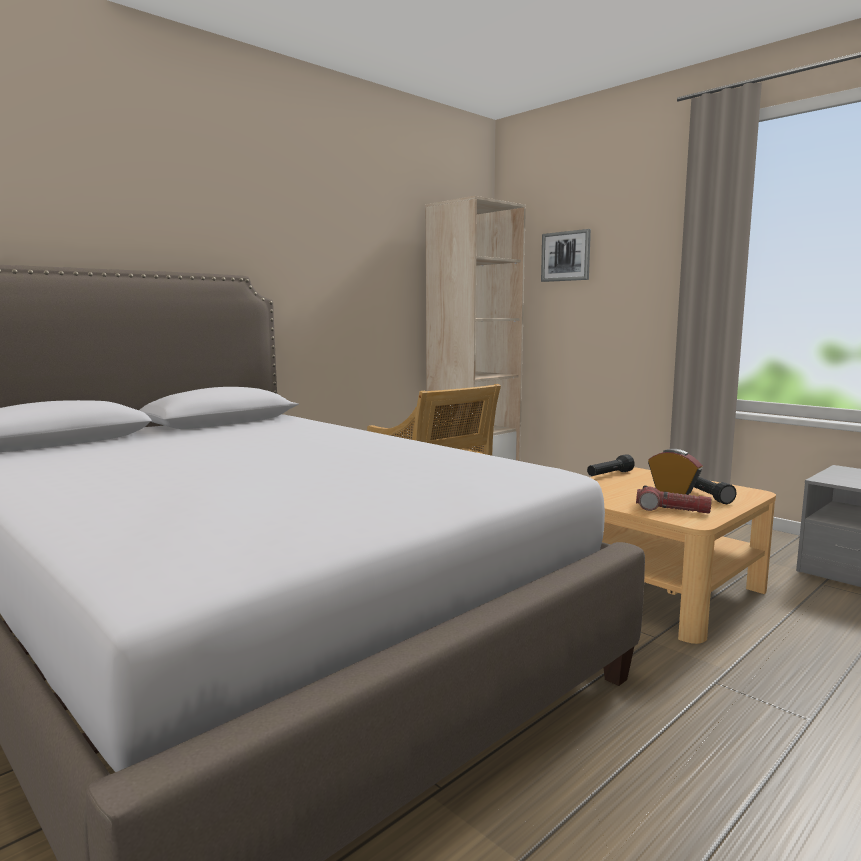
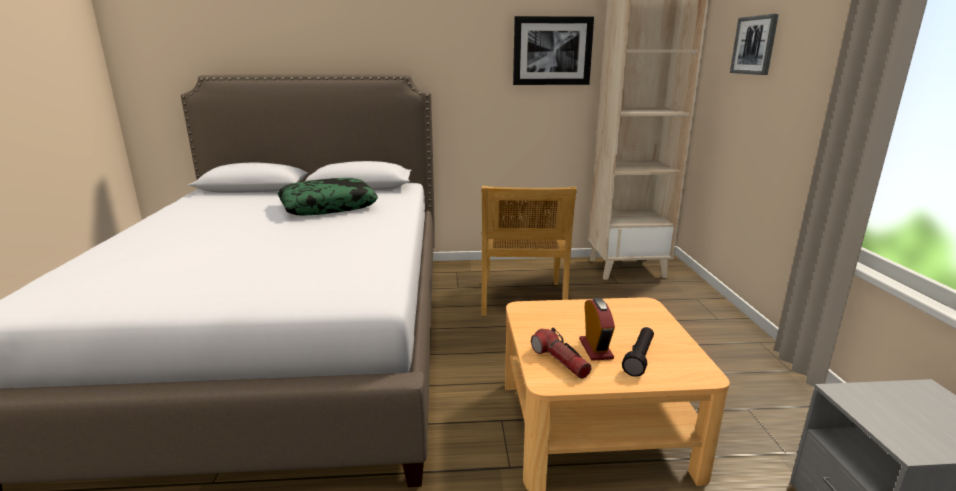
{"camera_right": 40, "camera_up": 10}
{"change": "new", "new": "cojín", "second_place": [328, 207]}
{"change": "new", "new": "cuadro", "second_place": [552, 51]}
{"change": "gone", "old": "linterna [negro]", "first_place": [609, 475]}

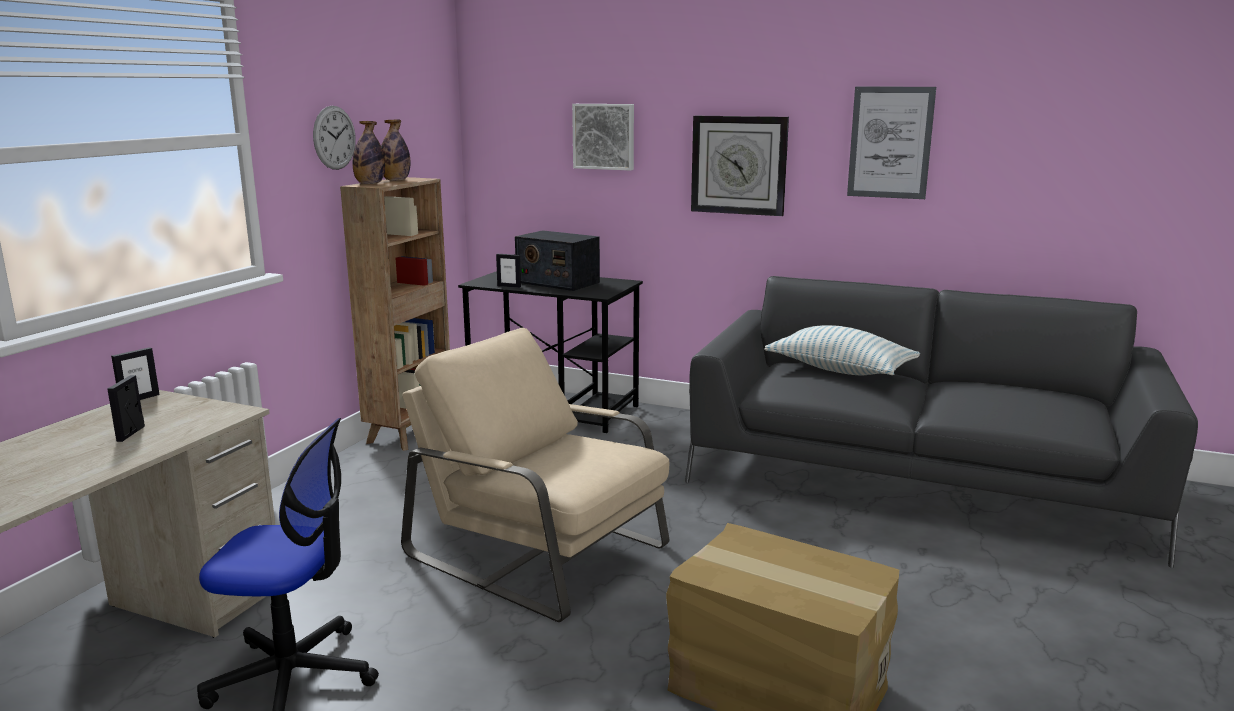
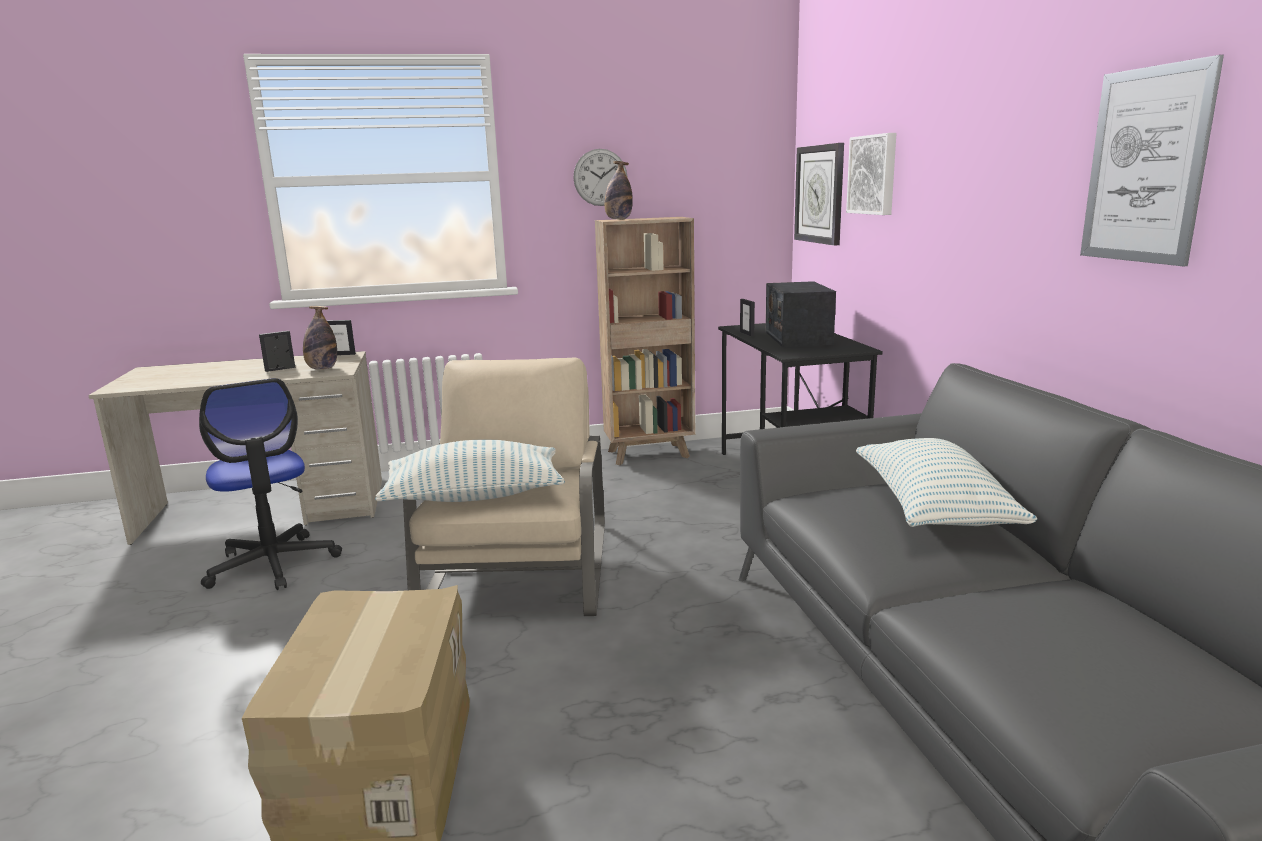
{"camera_right": 55, "camera_up": 0}
{"change": "shifted", "old": "botella", "first_place": [396, 180], "second_place": [322, 369]}
{"change": "new", "new": "cojín", "second_place": [475, 496]}
{"change": "shifted", "old": "reloj de pared", "first_place": [739, 165], "second_place": [820, 194]}

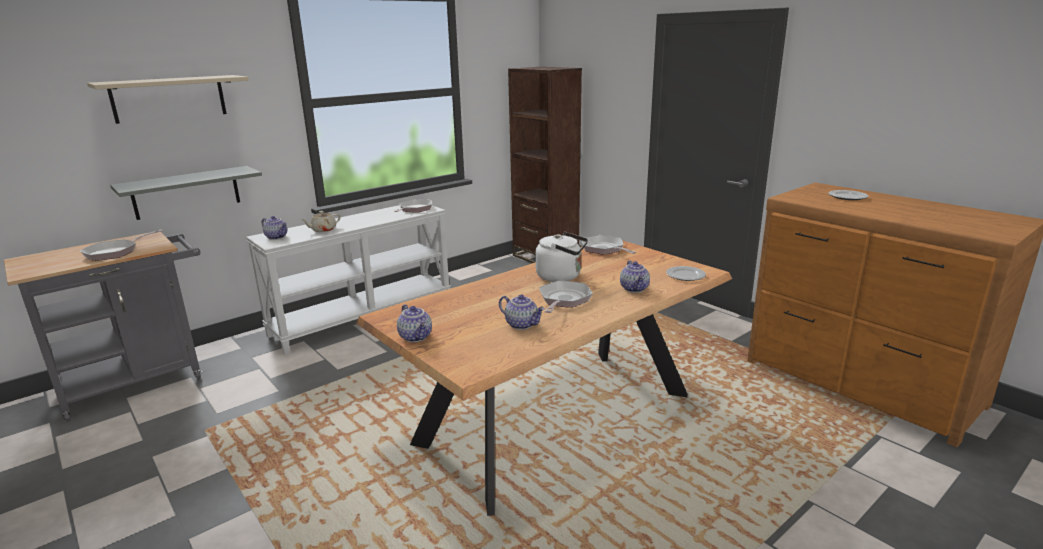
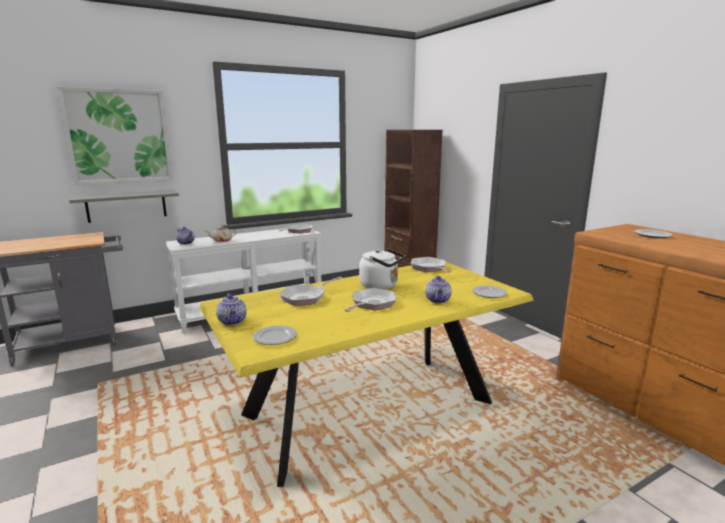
{"camera_right": 10, "camera_up": -5}
{"change": "swapped", "old": "estante [beis]", "new": "cuadro", "first_place": [169, 98], "second_place": [119, 136]}
{"change": "repainted", "old": "mesa de comedor [marrón]", "new": "mesa de comedor [amarillo]", "first_place": [557, 419], "second_place": [369, 409]}
{"change": "new", "new": "plato", "second_place": [275, 337]}
{"change": "shifted", "old": "sartén", "first_place": [115, 252], "second_place": [306, 297]}
{"change": "gone", "old": "tetera", "first_place": [522, 324]}

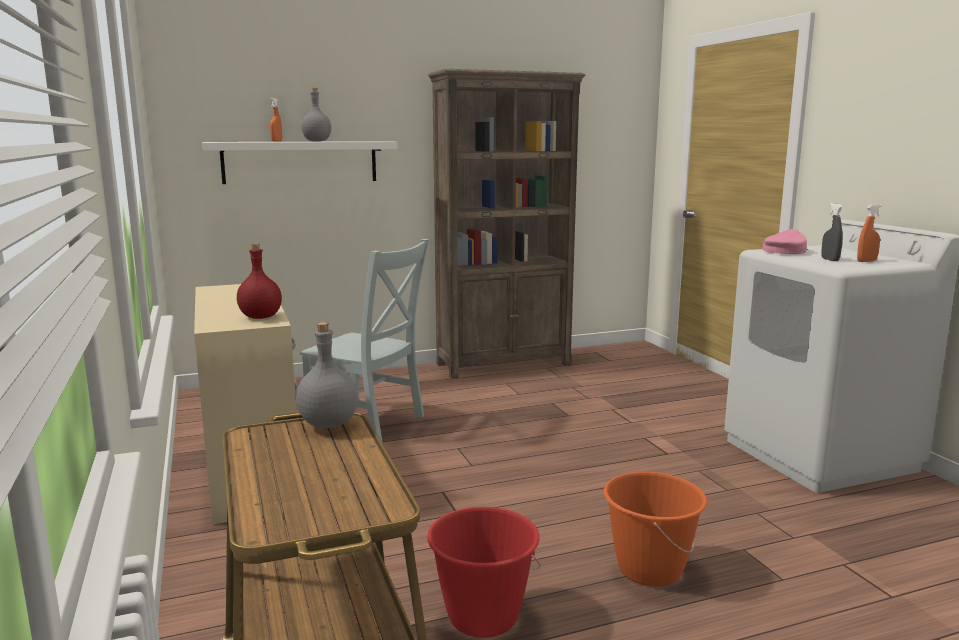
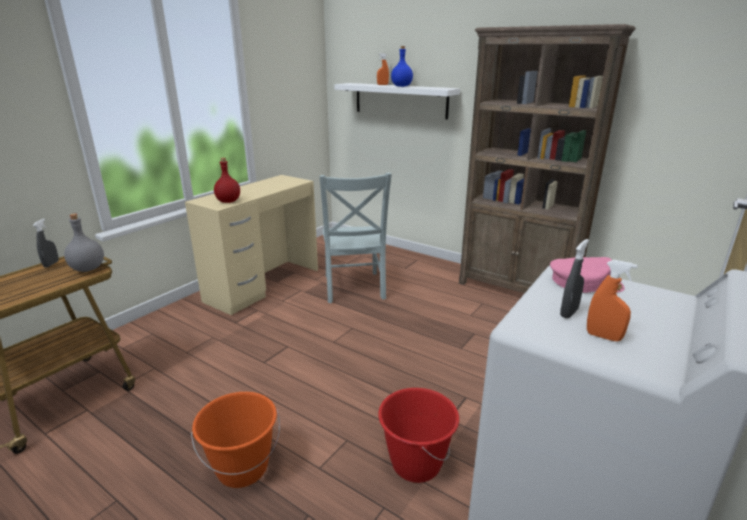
{"camera_right": 55, "camera_up": 10}
{"change": "new", "new": "pulverizador [gris]", "second_place": [51, 264]}
{"change": "shifted", "old": "cubo [rojo]", "first_place": [482, 616], "second_place": [415, 463]}
{"change": "repainted", "old": "botella [gris]", "new": "botella [azul]", "first_place": [317, 141], "second_place": [401, 86]}

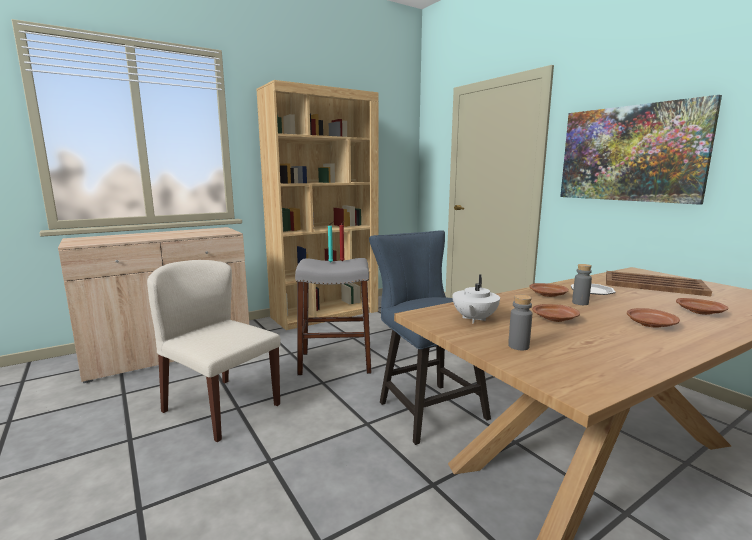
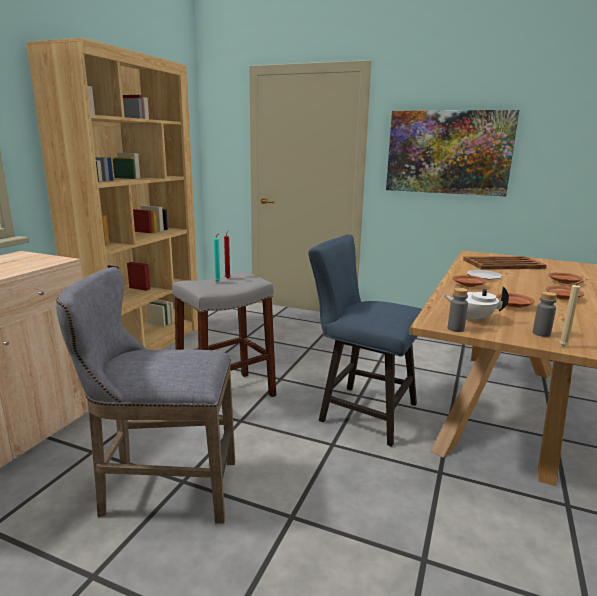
{"camera_right": -35, "camera_up": 5}
{"change": "swapped", "old": "silla [beis]", "new": "taburete [gris]", "first_place": [220, 407], "second_place": [162, 489]}
{"change": "rotated", "old": "tetera [blanco]", "first_place": [474, 319], "second_place": [472, 318], "degrees": 120}
{"change": "shifted", "old": "botella [gris]", "first_place": [580, 303], "second_place": [455, 329]}
{"change": "new", "new": "vela [beis]", "second_place": [564, 347]}

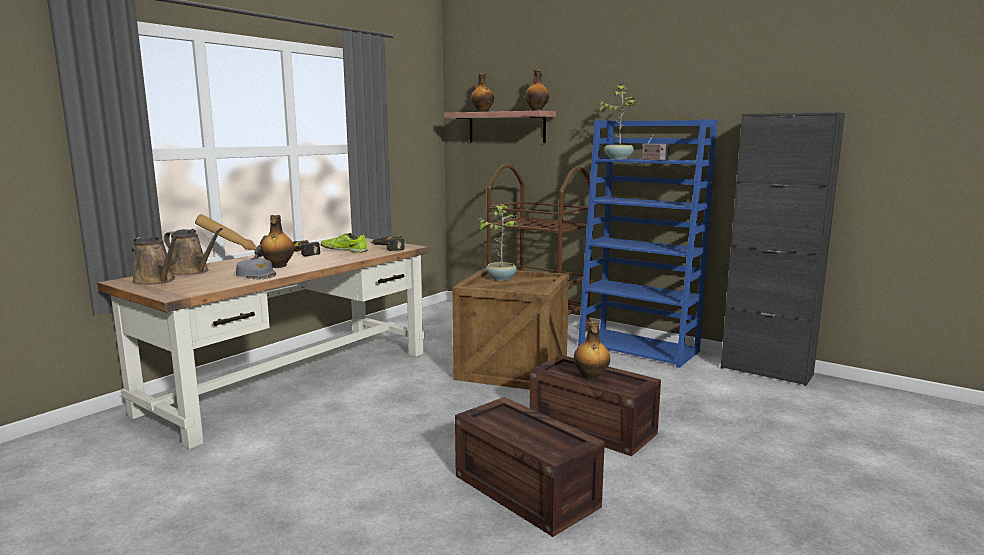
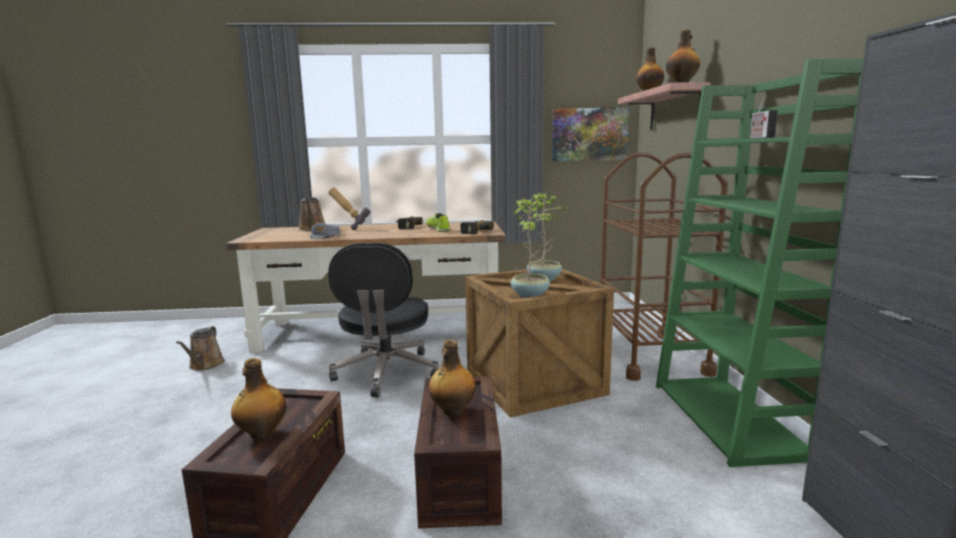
{"camera_right": 50, "camera_up": 0}
{"change": "shifted", "old": "regadera [marrón]", "first_place": [156, 281], "second_place": [205, 365]}
{"change": "shifted", "old": "botella", "first_place": [278, 266], "second_place": [262, 434]}
{"change": "new", "new": "silla de oficina [negro]", "second_place": [386, 373]}
{"change": "shifted", "old": "planta en maceta", "first_place": [618, 159], "second_place": [531, 295]}
{"change": "new", "new": "cuadro", "second_place": [589, 134]}
{"change": "repainted", "old": "estantería [azul]", "new": "estantería [verde]", "first_place": [639, 348], "second_place": [729, 419]}

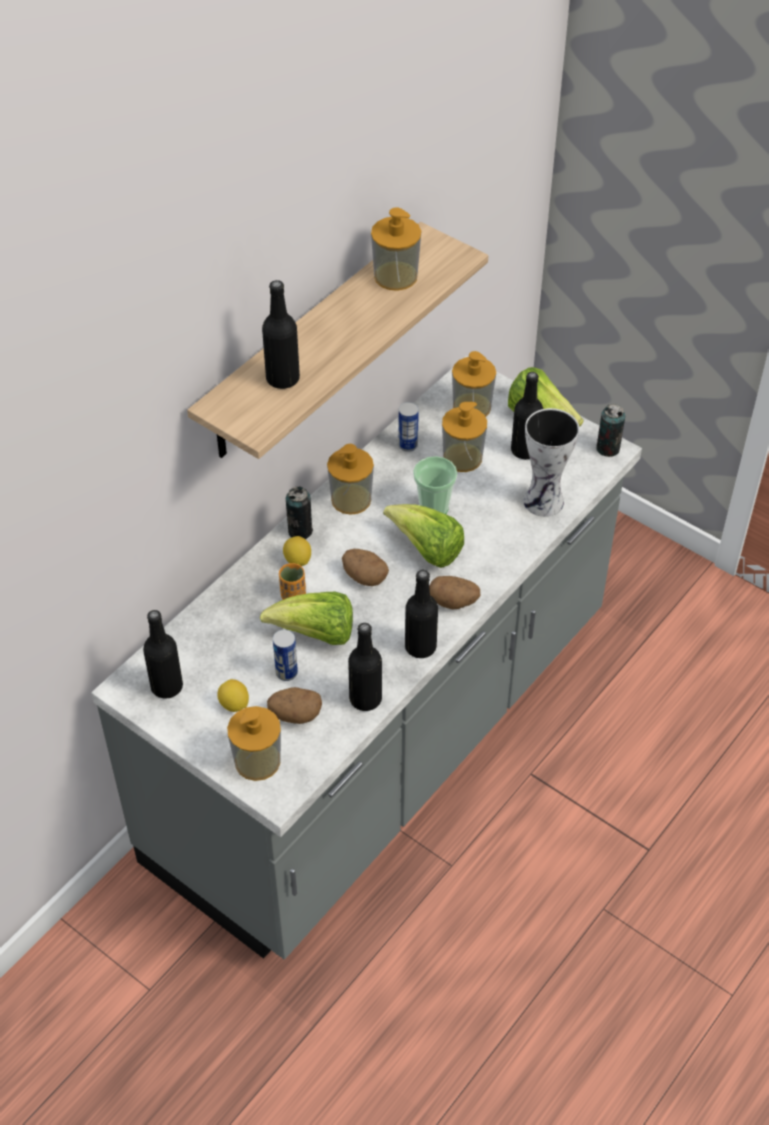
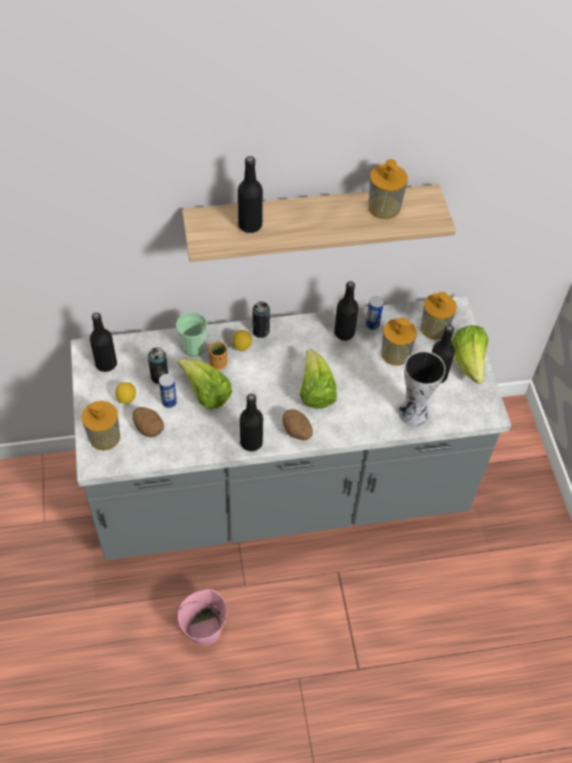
{"camera_right": 40, "camera_up": 5}
{"change": "shifted", "old": "lata", "first_place": [608, 448], "second_place": [159, 377]}
{"change": "shifted", "old": "taza", "first_place": [434, 508], "second_place": [193, 348]}
{"change": "new", "new": "cubo [rosa]", "second_place": [204, 628]}
{"change": "shifted", "old": "botella [negro]", "first_place": [365, 699], "second_place": [344, 333]}
{"change": "gone", "old": "dispensador de jabón", "first_place": [351, 499]}
{"change": "gone", "old": "patata", "first_place": [364, 577]}

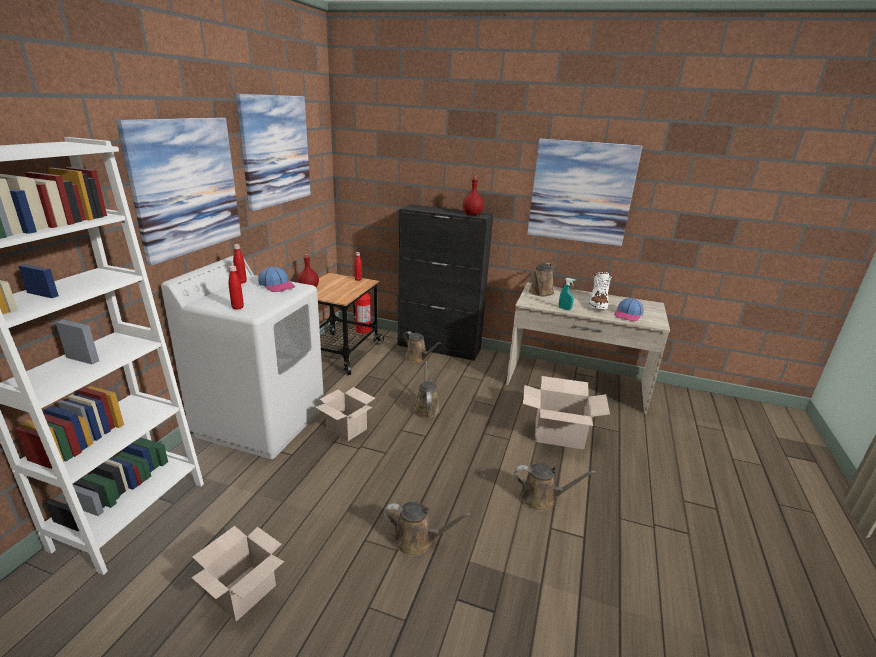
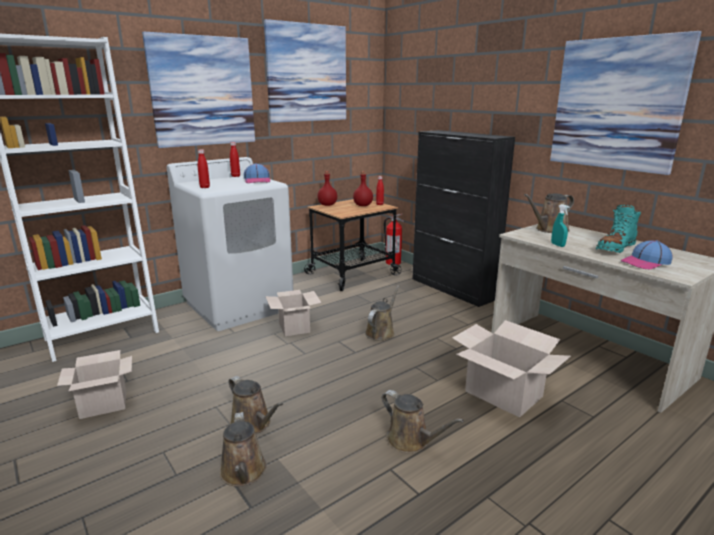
{"camera_right": 35, "camera_up": -5}
{"change": "shifted", "old": "regadera [marrón]", "first_place": [418, 358], "second_place": [243, 473]}
{"change": "shifted", "old": "botella [rojo]", "first_place": [472, 214], "second_place": [362, 205]}
{"change": "repainted", "old": "bota [blanco]", "new": "bota [turquesa]", "first_place": [598, 304], "second_place": [615, 248]}

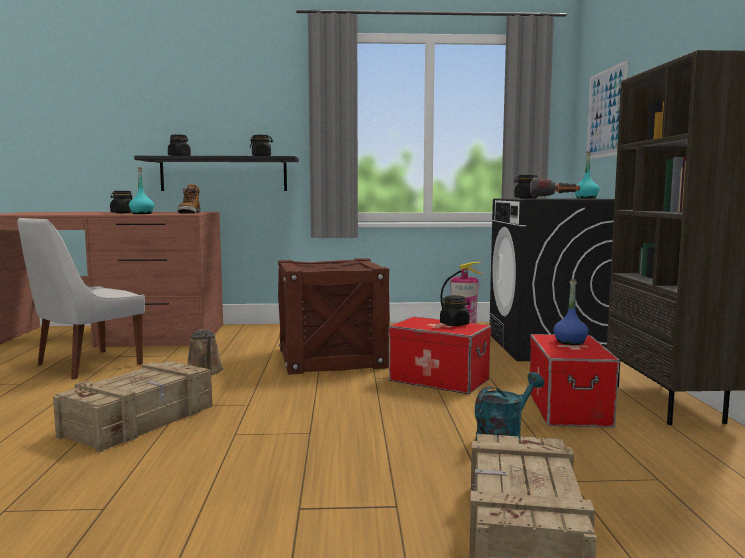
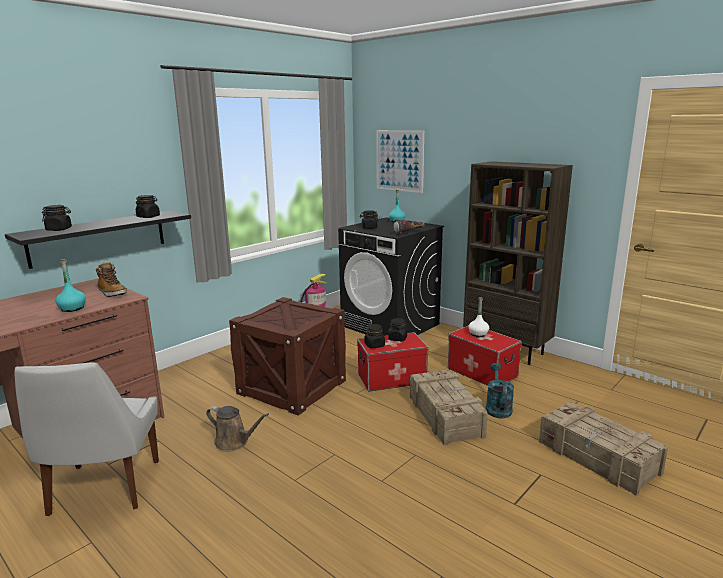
{"camera_right": -45, "camera_up": 10}
{"change": "shifted", "old": "tarro [negro]", "first_place": [122, 213], "second_place": [374, 345]}
{"change": "shifted", "old": "caja de embalaje", "first_place": [141, 421], "second_place": [445, 416]}
{"change": "repainted", "old": "botella [azul]", "new": "botella [blanco]", "first_place": [570, 342], "second_place": [478, 334]}

